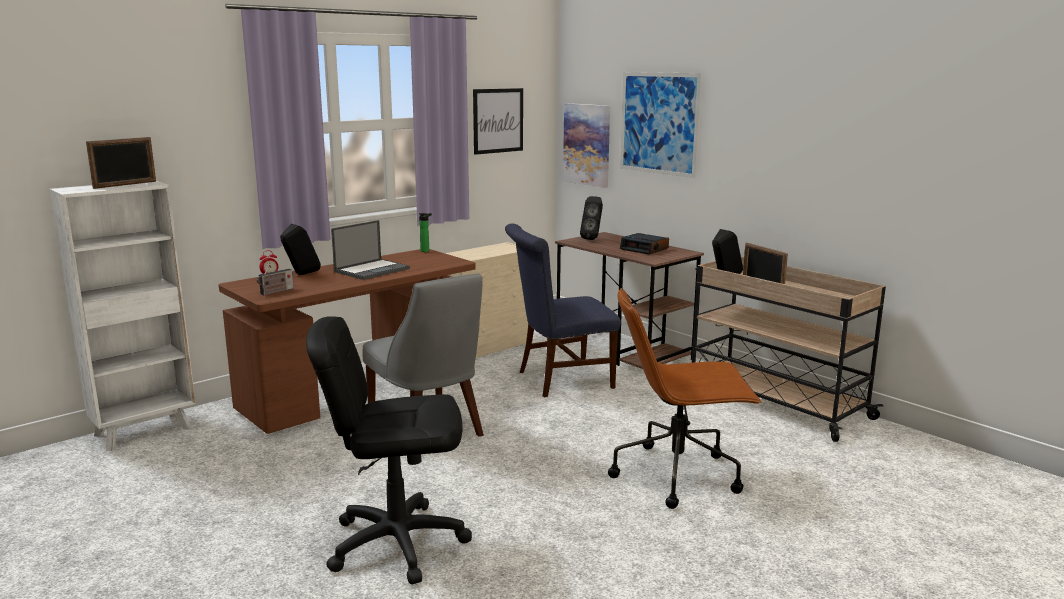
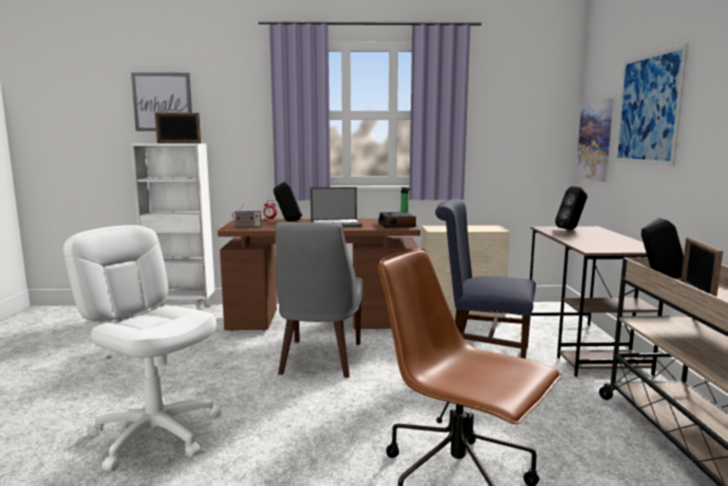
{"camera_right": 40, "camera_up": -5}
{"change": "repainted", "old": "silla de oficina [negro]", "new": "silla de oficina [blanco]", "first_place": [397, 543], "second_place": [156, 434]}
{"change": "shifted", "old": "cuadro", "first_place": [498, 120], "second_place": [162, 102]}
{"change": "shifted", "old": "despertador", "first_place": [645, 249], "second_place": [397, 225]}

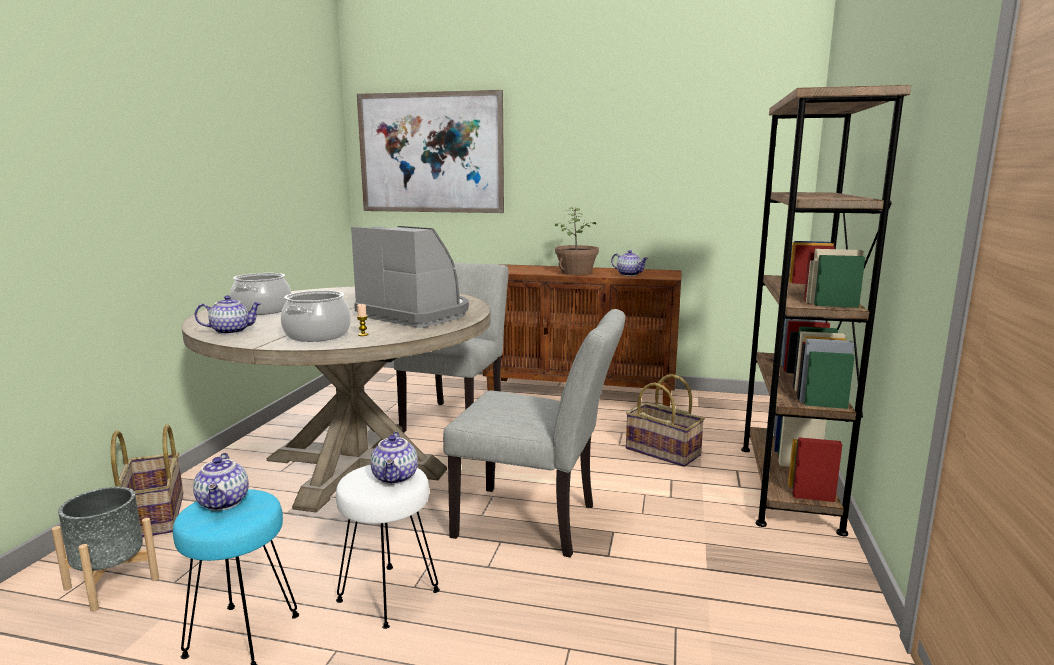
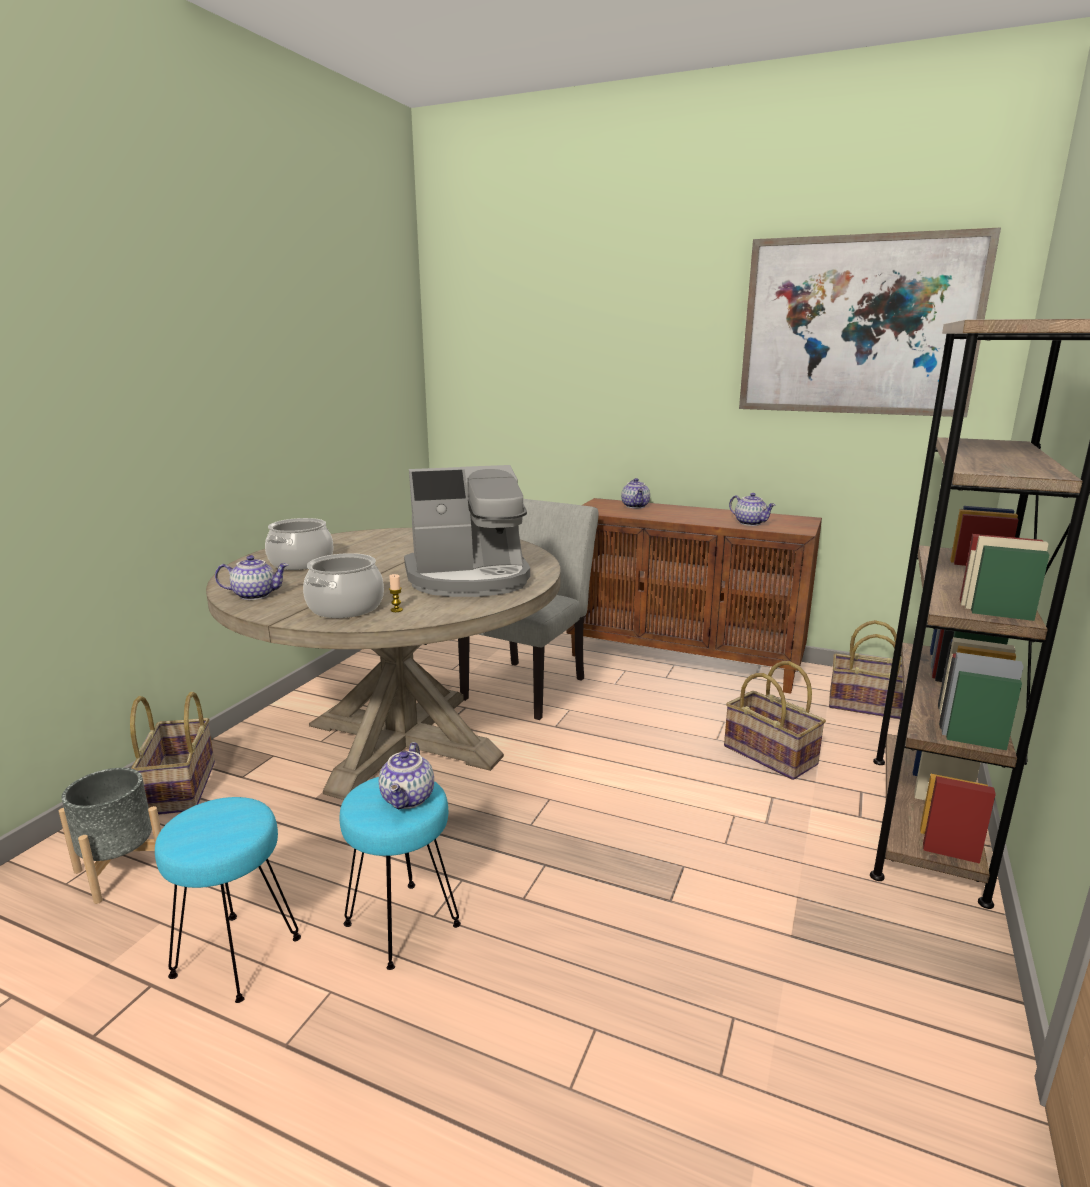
{"camera_right": 10, "camera_up": 5}
{"change": "repainted", "old": "taburete [blanco]", "new": "taburete [turquesa]", "first_place": [389, 595], "second_place": [403, 923]}
{"change": "rotated", "old": "cafetera", "first_place": [416, 314], "second_place": [469, 579], "degrees": 120}
{"change": "shifted", "old": "tetera", "first_place": [224, 503], "second_place": [636, 506]}
{"change": "shifted", "old": "cuadro", "first_place": [430, 153], "second_place": [858, 326]}
{"change": "new", "new": "cesta", "second_place": [868, 705]}
{"change": "gone", "old": "silla [gris]", "first_place": [537, 523]}
{"change": "gone", "old": "planta en maceta", "first_place": [576, 272]}

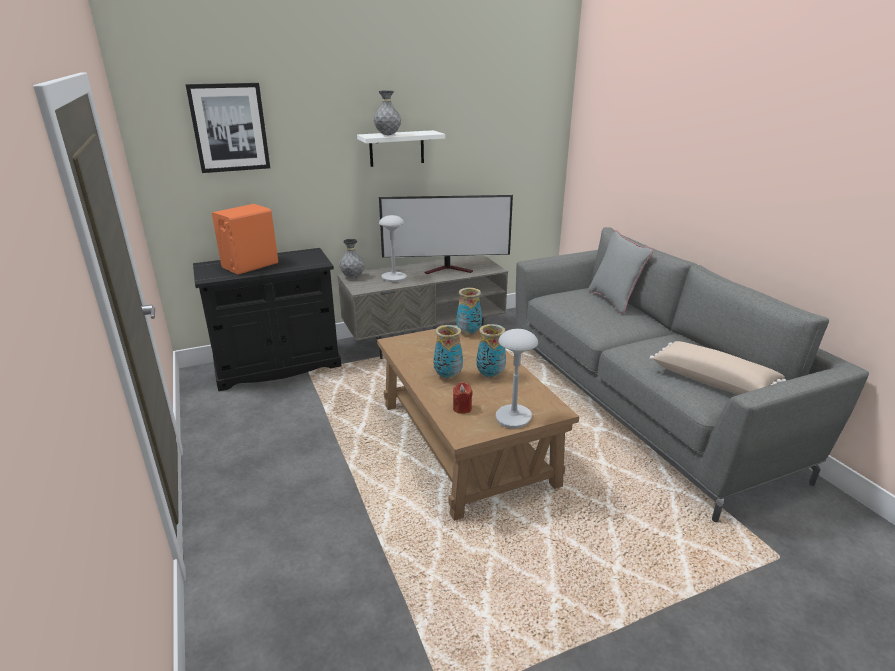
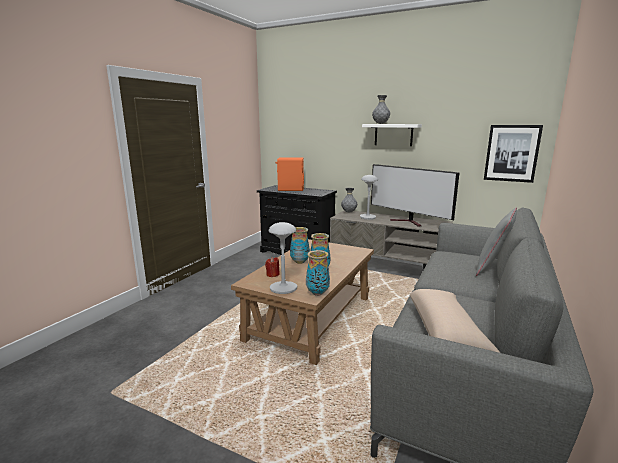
{"camera_right": 50, "camera_up": -10}
{"change": "shifted", "old": "florero", "first_place": [469, 332], "second_place": [317, 293]}
{"change": "shifted", "old": "cuadro", "first_place": [229, 128], "second_place": [511, 153]}

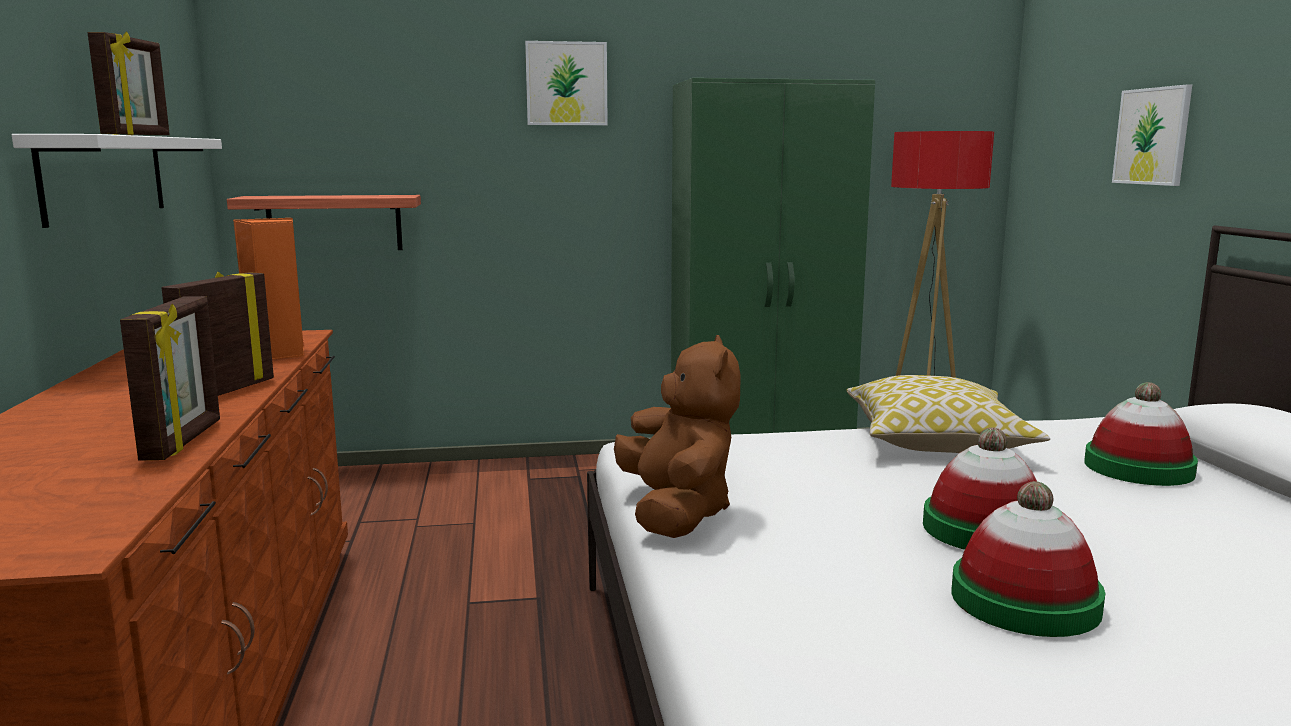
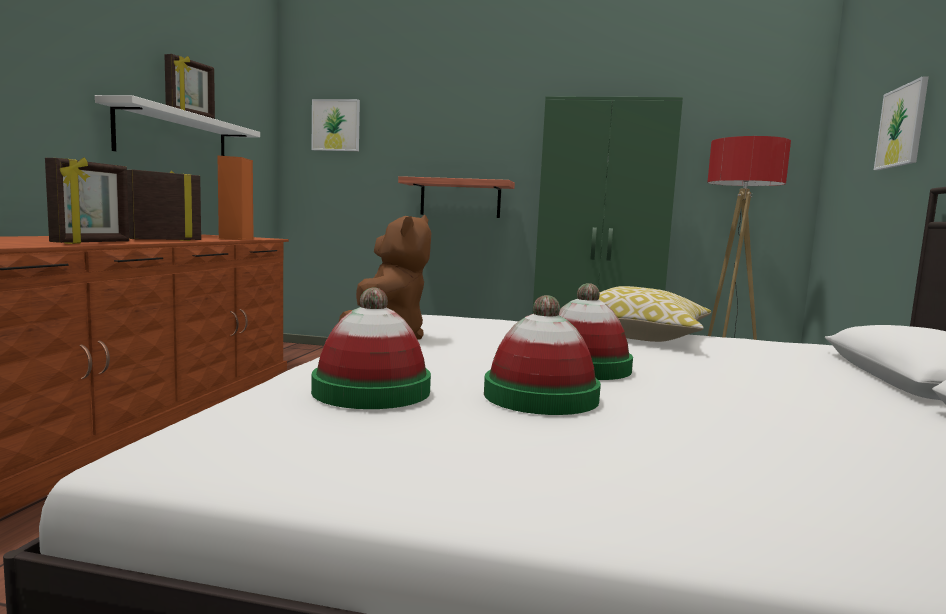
{"camera_right": 20, "camera_up": -5}
{"change": "shifted", "old": "cuadro", "first_place": [566, 83], "second_place": [336, 125]}
{"change": "shifted", "old": "sombrero", "first_place": [1138, 468], "second_place": [371, 391]}
{"change": "shifted", "old": "estante", "first_place": [334, 223], "second_place": [460, 198]}

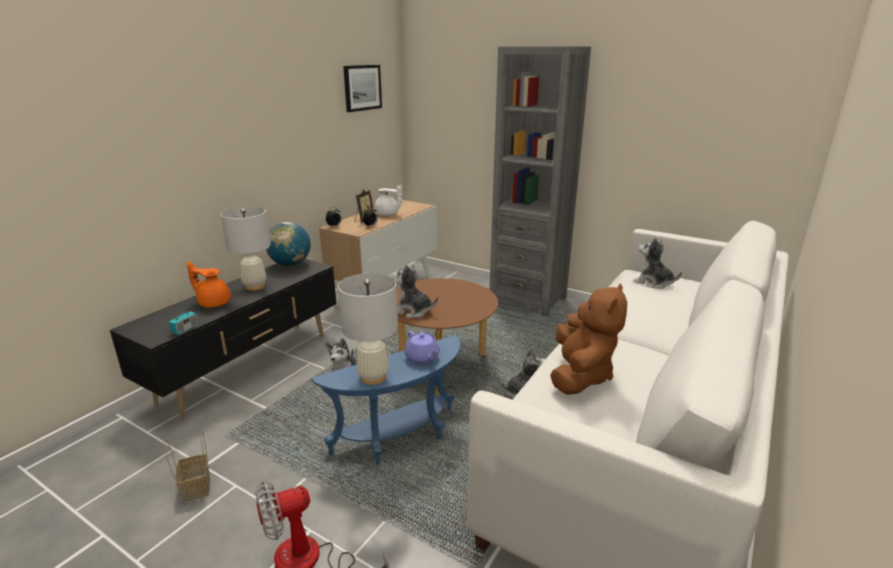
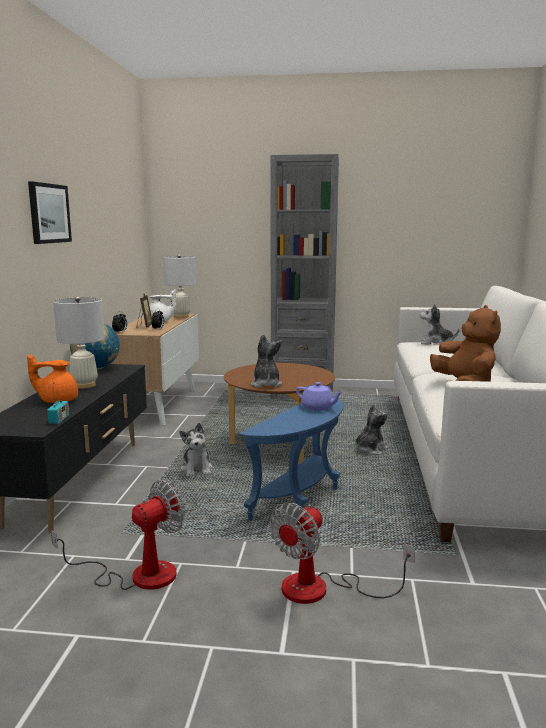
{"camera_right": -25, "camera_up": -10}
{"change": "shifted", "old": "cuadro", "first_place": [362, 87], "second_place": [49, 213]}
{"change": "swapped", "old": "cesta", "new": "ventilador", "first_place": [195, 486], "second_place": [138, 575]}
{"change": "shifted", "old": "lámpara de mesa [blanco]", "first_place": [373, 377], "second_place": [181, 317]}
{"change": "rotated", "old": "peluche", "first_place": [413, 311], "second_place": [266, 384], "degrees": 90}

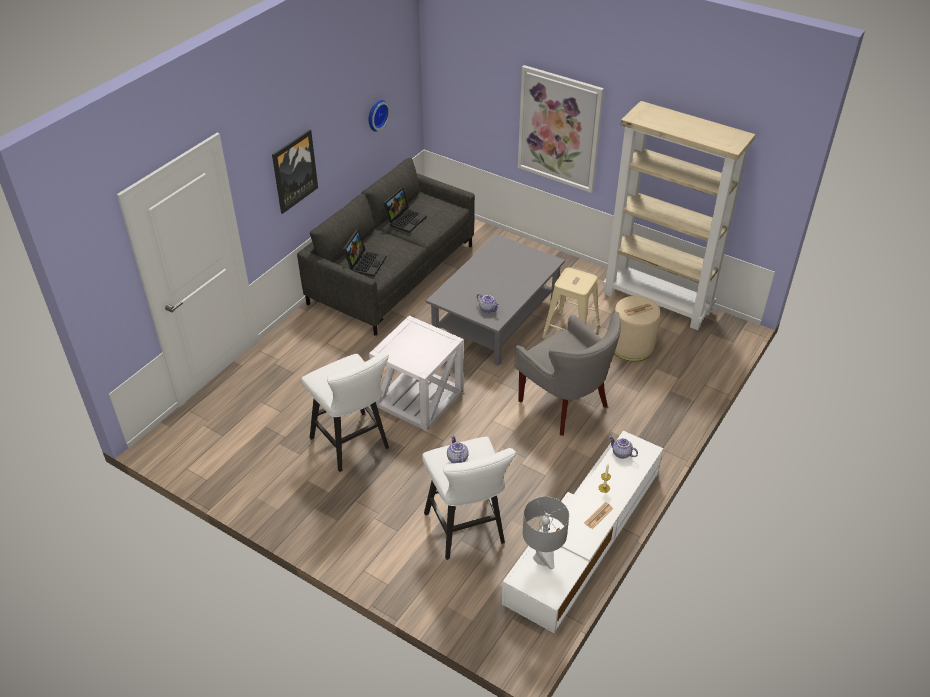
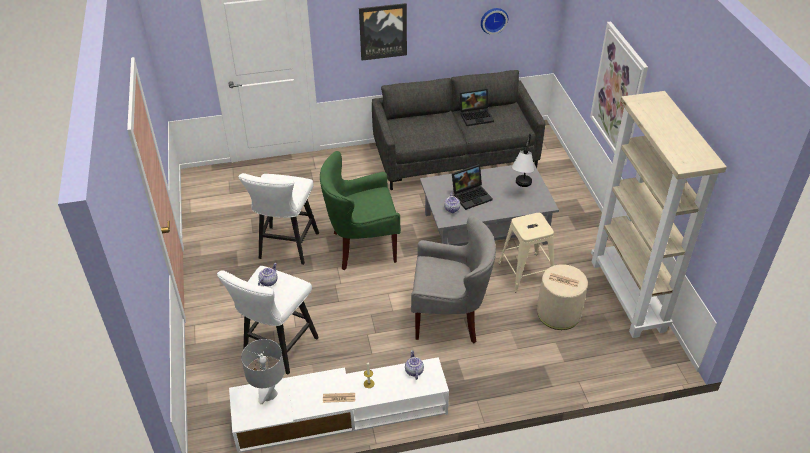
{"camera_right": 45, "camera_up": 0}
{"change": "swapped", "old": "mesa auxiliar [blanco]", "new": "sillón [verde]", "first_place": [418, 398], "second_place": [362, 247]}
{"change": "rotated", "old": "sillón [gris]", "first_place": [564, 405], "second_place": [449, 318], "degrees": -90}
{"change": "shifted", "old": "portátil", "first_place": [365, 263], "second_place": [471, 195]}
{"change": "new", "new": "lámpara de mesa", "second_place": [521, 188]}

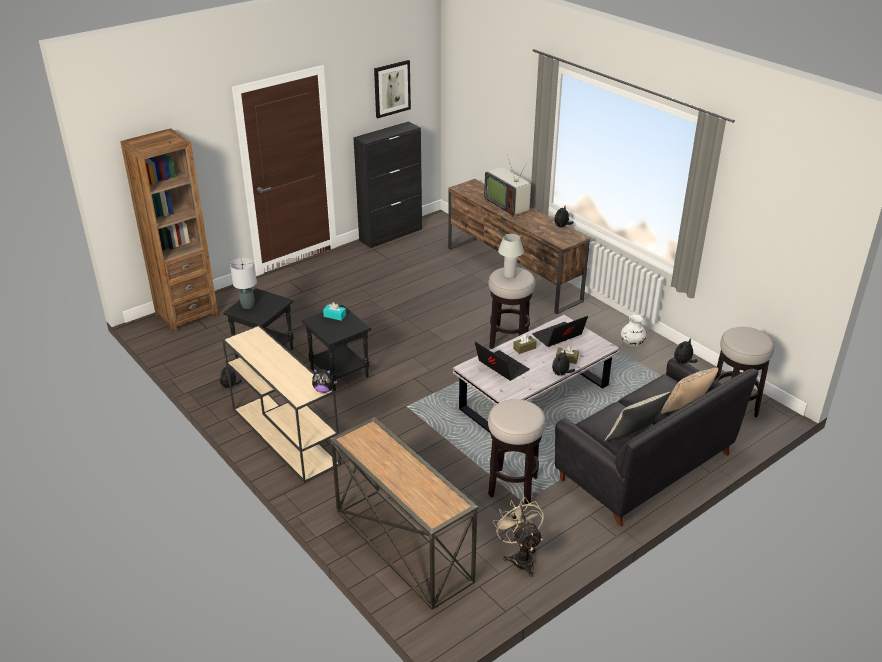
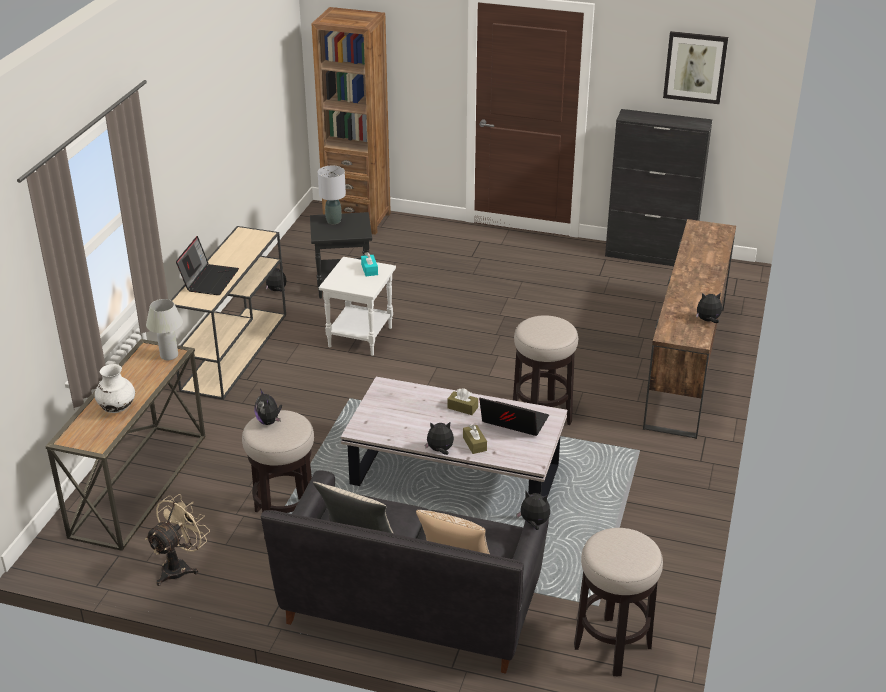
{"camera_right": 55, "camera_up": 0}
{"change": "shifted", "old": "florero [blanco]", "first_place": [632, 343], "second_place": [117, 408]}
{"change": "shifted", "old": "lámpara de mesa [blanco]", "first_place": [509, 275], "second_place": [169, 356]}
{"change": "shifted", "old": "portátil", "first_place": [500, 367], "second_place": [209, 279]}
{"change": "shifted", "old": "peluche", "first_place": [324, 390], "second_place": [269, 421]}
{"change": "repainted", "old": "mesa auxiliar [negro]", "new": "mesa auxiliar [blanco]", "first_place": [338, 373], "second_place": [359, 337]}
{"change": "gone", "old": "televisor", "first_place": [508, 205]}

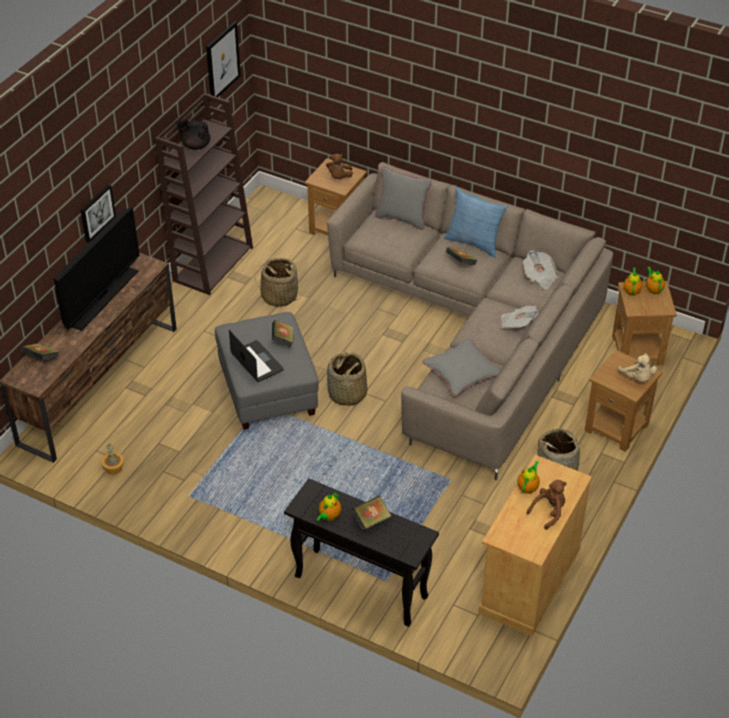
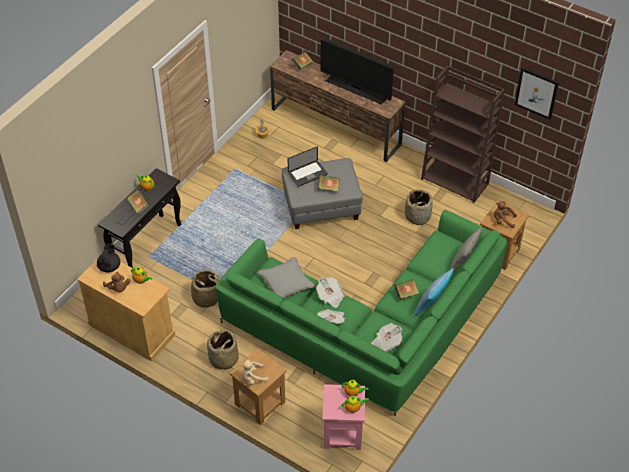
{"camera_right": 95, "camera_up": 5}
{"change": "shifted", "old": "tetera [negro]", "first_place": [195, 145], "second_place": [109, 266]}
{"change": "shifted", "old": "cesta", "first_place": [347, 394], "second_place": [206, 297]}
{"change": "repainted", "old": "sofá [beis]", "new": "sofá [verde]", "first_place": [473, 333], "second_place": [370, 326]}
{"change": "new", "new": "periódico", "second_place": [330, 297]}
{"change": "repainted", "old": "mesa auxiliar [marrón]", "new": "mesa auxiliar [rosa]", "first_place": [637, 351], "second_place": [342, 433]}
{"change": "gone", "old": "cuadro", "first_place": [96, 212]}

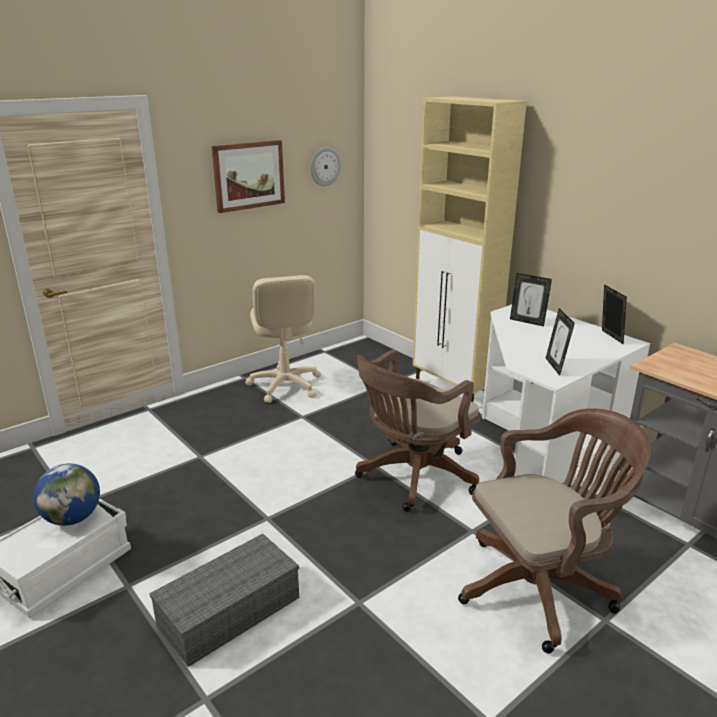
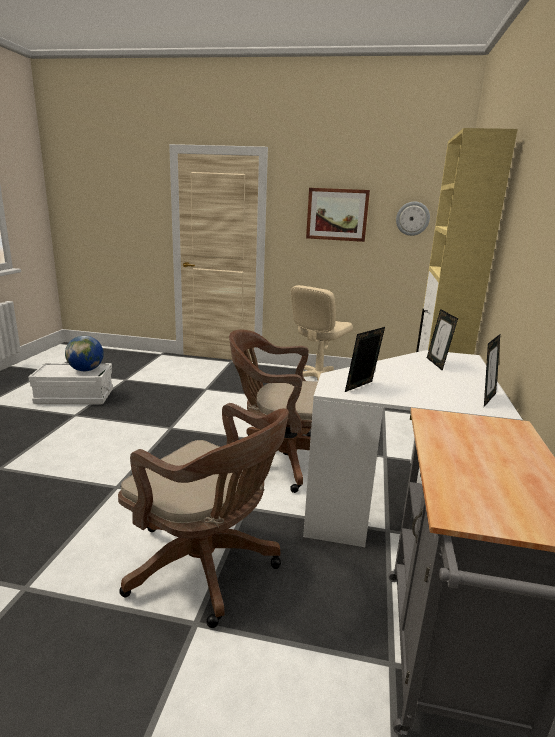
{"camera_right": 50, "camera_up": -5}
{"change": "gone", "old": "caja de almacenaje [gris]", "first_place": [230, 609]}

